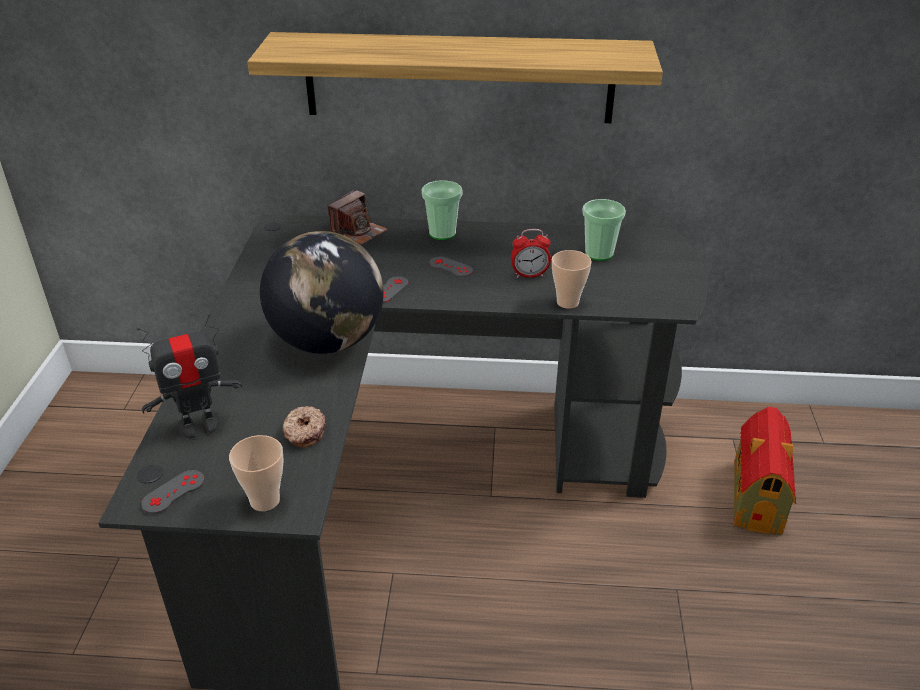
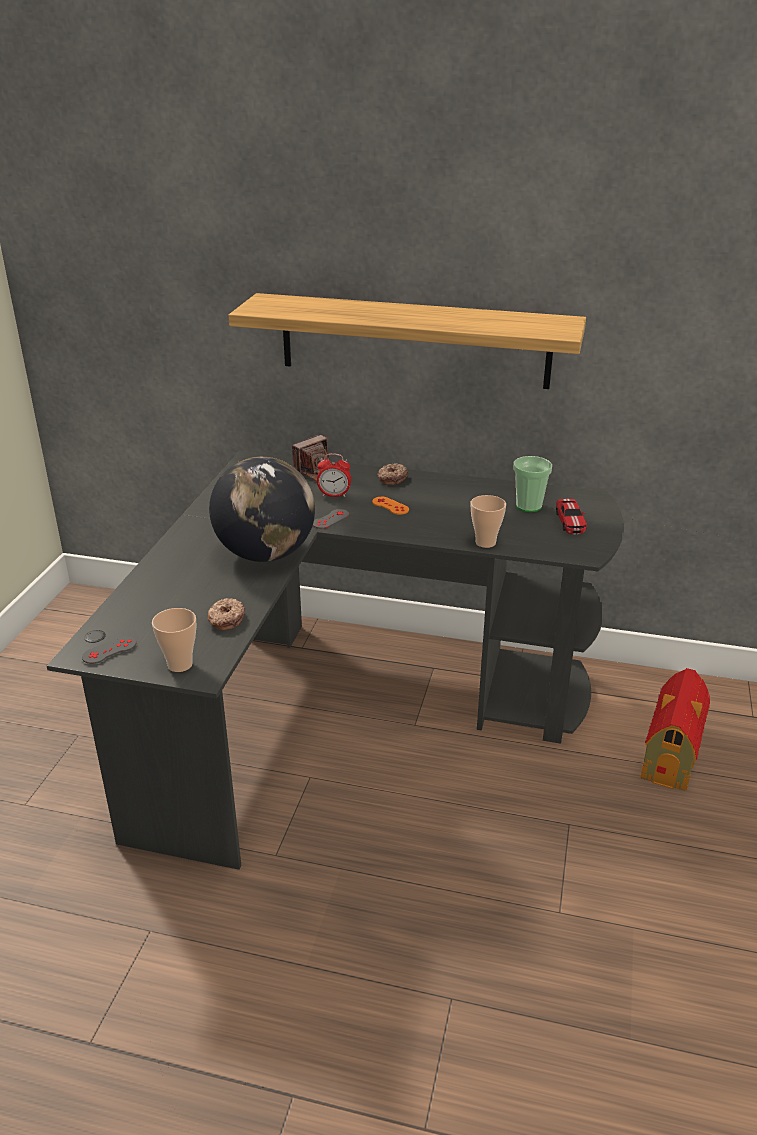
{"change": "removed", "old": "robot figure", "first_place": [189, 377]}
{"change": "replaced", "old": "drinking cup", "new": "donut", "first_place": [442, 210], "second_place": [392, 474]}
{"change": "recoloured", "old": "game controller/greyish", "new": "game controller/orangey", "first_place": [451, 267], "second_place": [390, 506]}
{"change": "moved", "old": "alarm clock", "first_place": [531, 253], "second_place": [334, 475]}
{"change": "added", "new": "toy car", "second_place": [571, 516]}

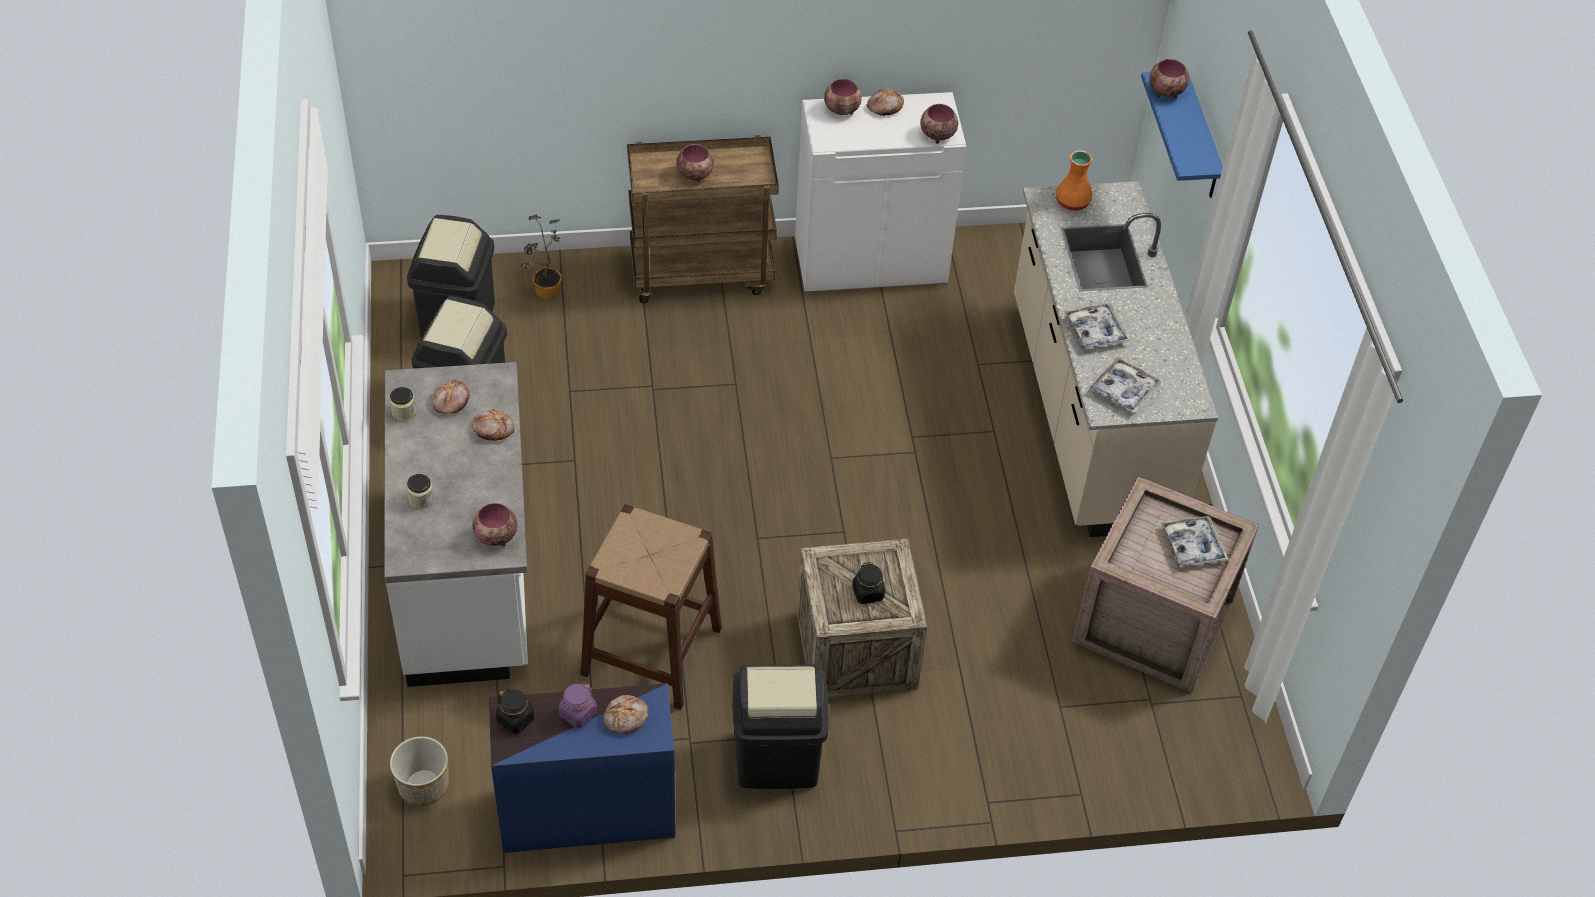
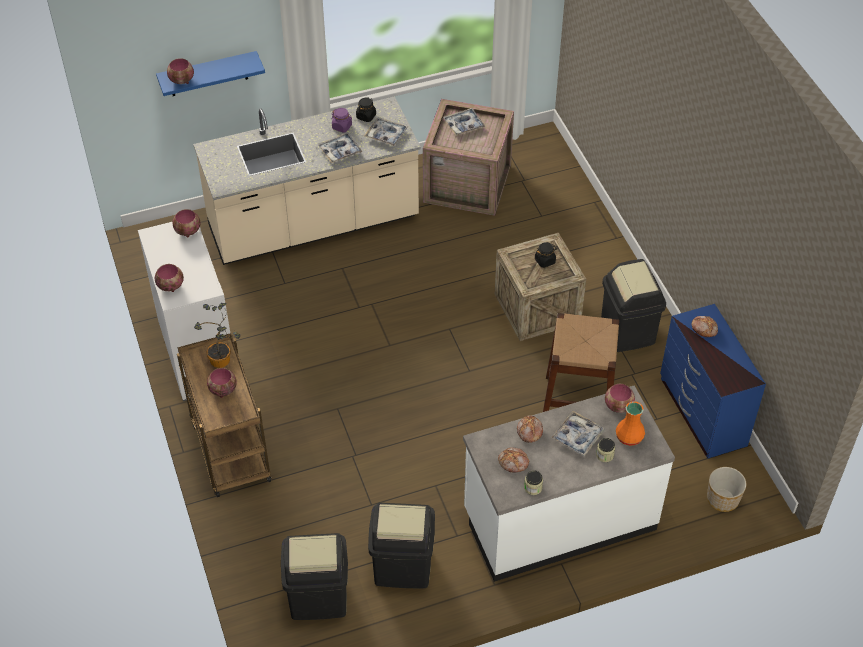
{"change": "moved", "old": "storage jar/blackish", "first_place": [515, 711], "second_place": [366, 109]}
{"change": "moved", "old": "houseplant", "first_place": [541, 257], "second_place": [217, 335]}
{"change": "moved", "old": "storage jar/purplish", "first_place": [578, 705], "second_place": [342, 120]}
{"change": "removed", "old": "baked bread", "first_place": [885, 102]}
{"change": "moved", "old": "flower vase/orangey", "first_place": [1074, 180], "second_place": [630, 423]}
{"change": "added", "new": "tray", "second_place": [578, 433]}

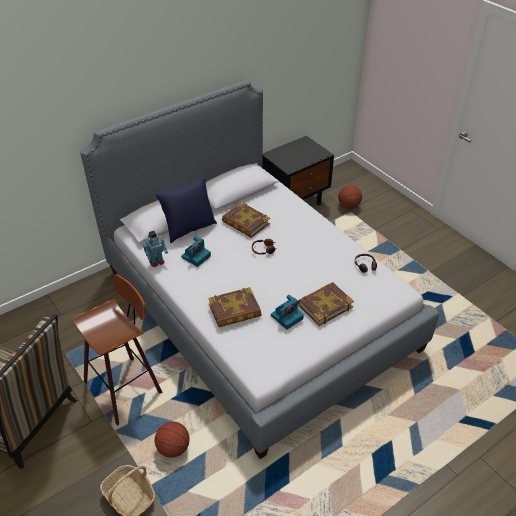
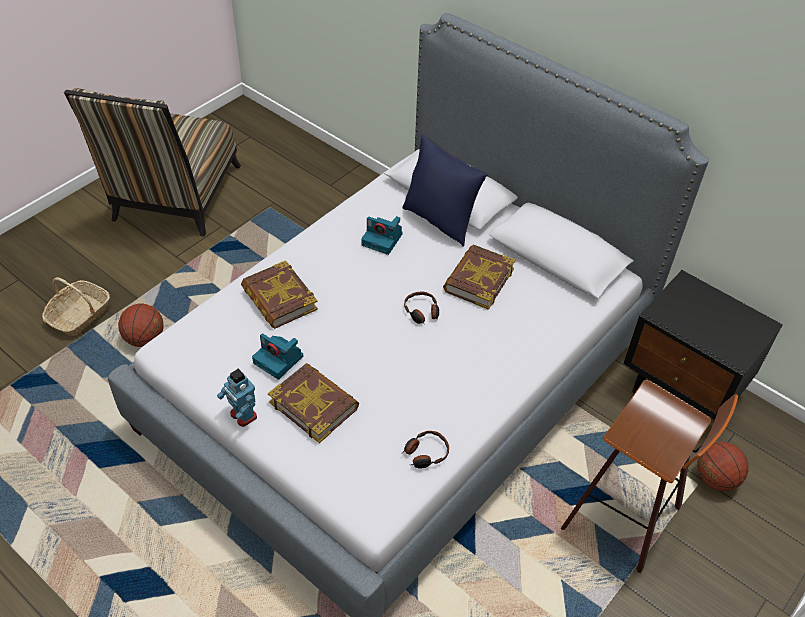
{"change": "moved", "old": "sitting stool", "first_place": [117, 350], "second_place": [649, 476]}
{"change": "moved", "old": "robot figure", "first_place": [155, 249], "second_place": [237, 398]}

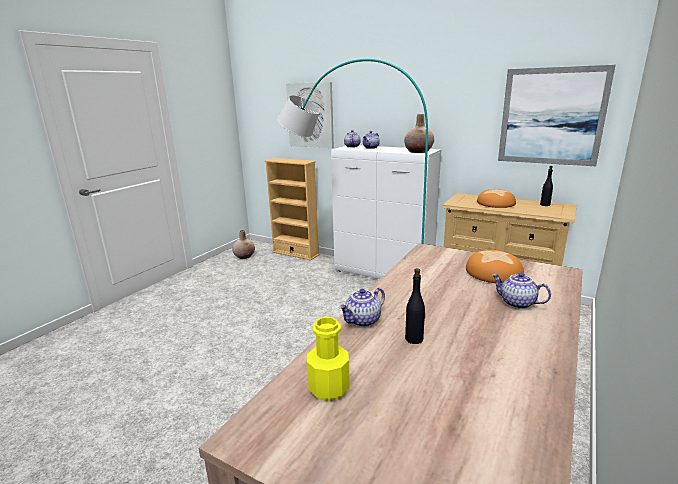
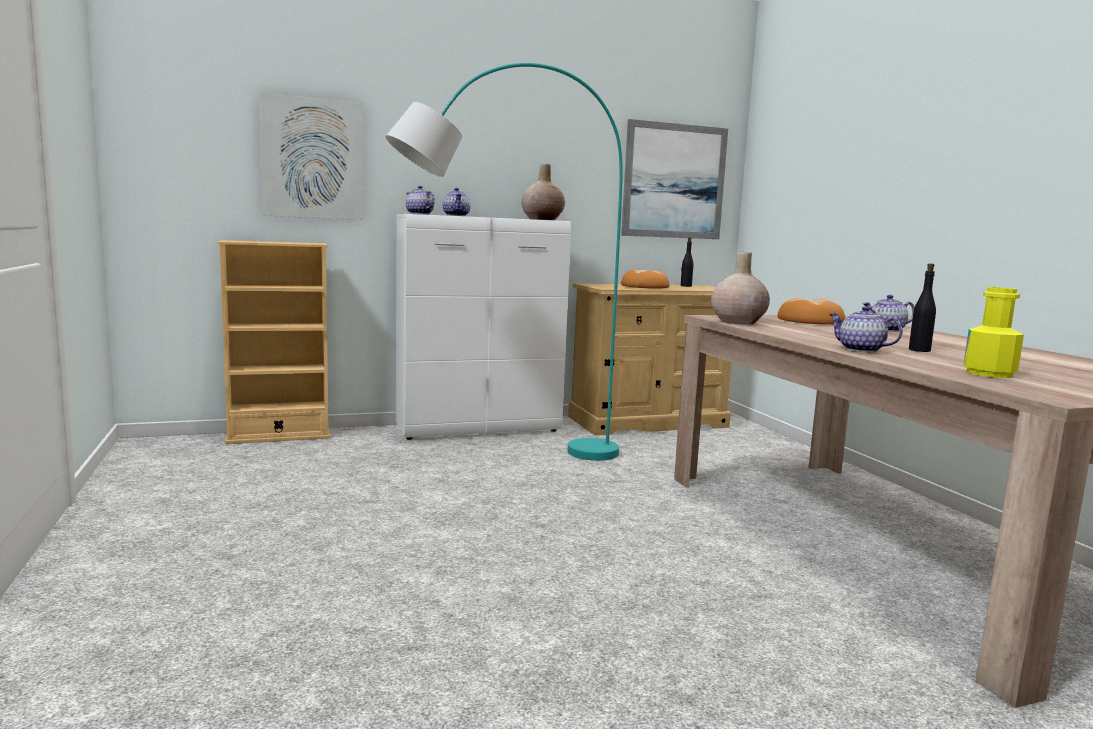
{"change": "moved", "old": "flower vase/sand-coloured", "first_place": [243, 244], "second_place": [740, 288]}
{"change": "turned", "old": "pot for tea", "first_place": [362, 307], "second_place": [866, 329], "degrees": 135}

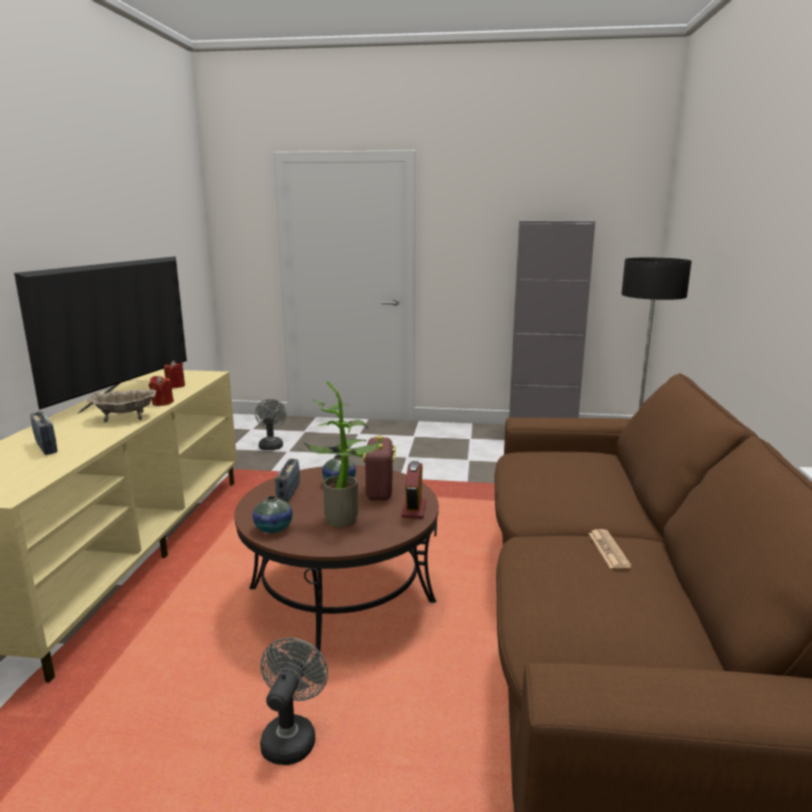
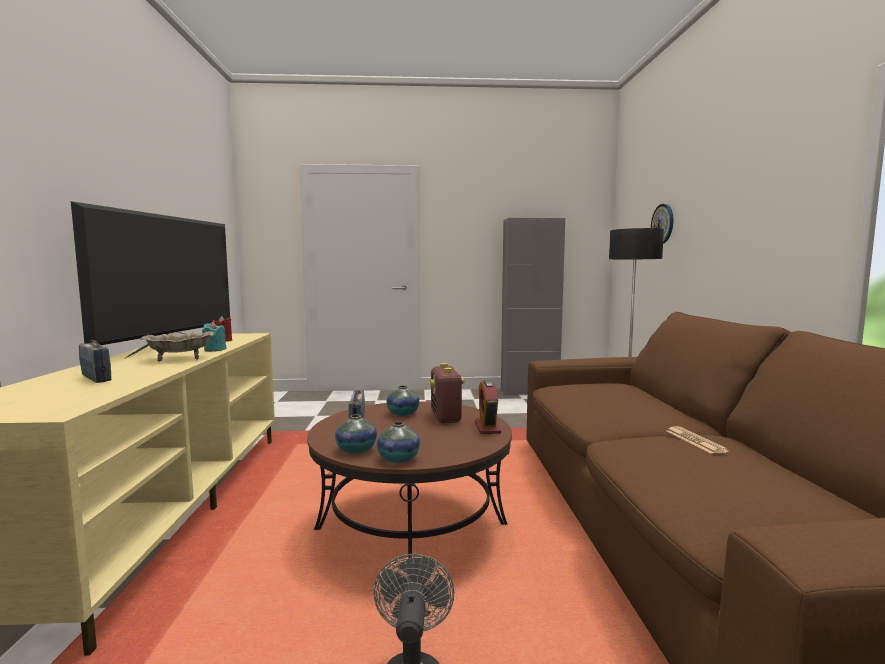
{"change": "recoloured", "old": "wax candle/red-coloured", "new": "wax candle/blue-green", "first_place": [161, 390], "second_place": [214, 337]}
{"change": "removed", "old": "fan/greyish", "first_place": [271, 424]}
{"change": "removed", "old": "houseplant", "first_place": [343, 454]}
{"change": "added", "new": "flower vase", "second_place": [398, 442]}
{"change": "added", "new": "clock on the wall", "second_place": [662, 224]}

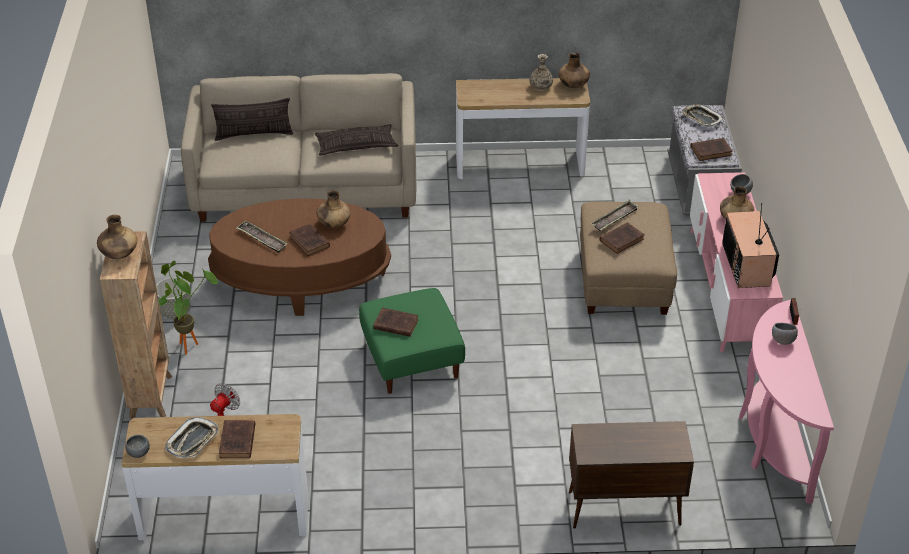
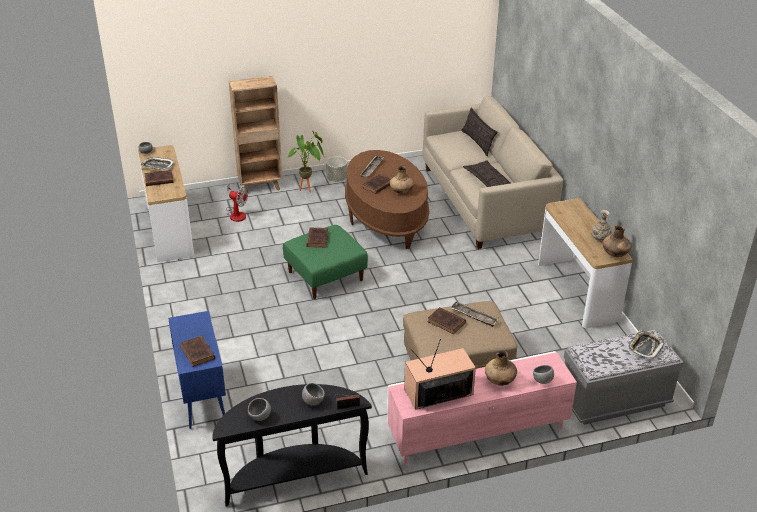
{"change": "removed", "old": "flower vase/brown", "first_place": [117, 237]}
{"change": "recoloured", "old": "cupboard/brown", "new": "cupboard/bluish", "first_place": [631, 475], "second_place": [197, 370]}
{"change": "moved", "old": "book/brown", "first_place": [712, 149], "second_place": [197, 351]}
{"change": "recoloured", "old": "narrow table/pinkish", "new": "narrow table/blackish", "first_place": [786, 402], "second_place": [292, 445]}
{"change": "added", "new": "bowl/greyish", "second_place": [259, 409]}

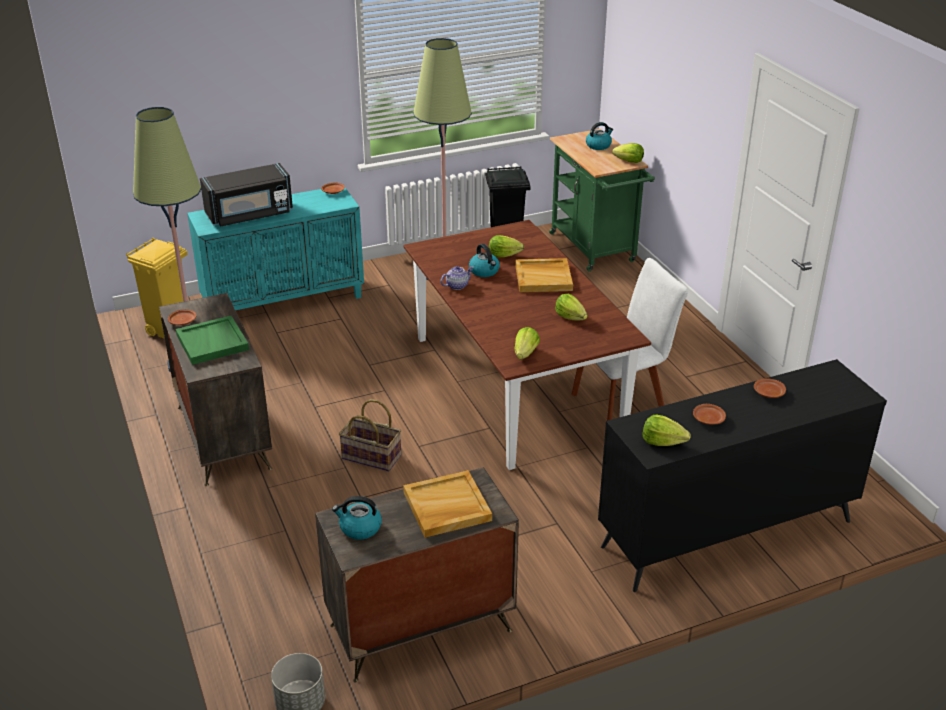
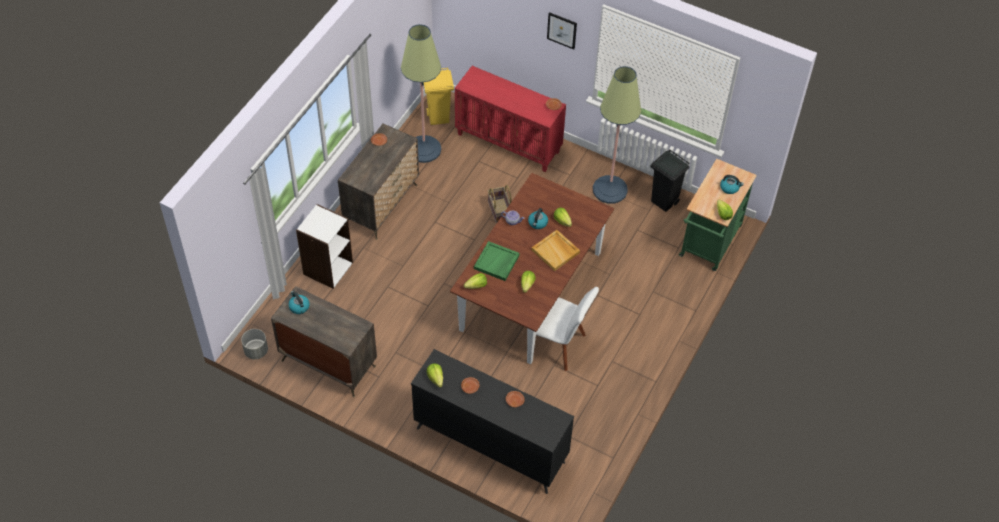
{"change": "moved", "old": "tray/green", "first_place": [212, 340], "second_place": [497, 261]}
{"change": "recoloured", "old": "cupboard/blue-green", "new": "cupboard/red-coloured", "first_place": [275, 249], "second_place": [510, 119]}
{"change": "removed", "old": "microwave/blackish", "first_place": [246, 194]}
{"change": "moved", "old": "basket", "first_place": [370, 435], "second_place": [499, 204]}
{"change": "removed", "old": "tray/sand-coloured", "first_place": [447, 504]}
{"change": "added", "new": "shelving unit/white-coloured", "second_place": [324, 246]}
{"change": "added", "new": "picture", "second_place": [562, 31]}

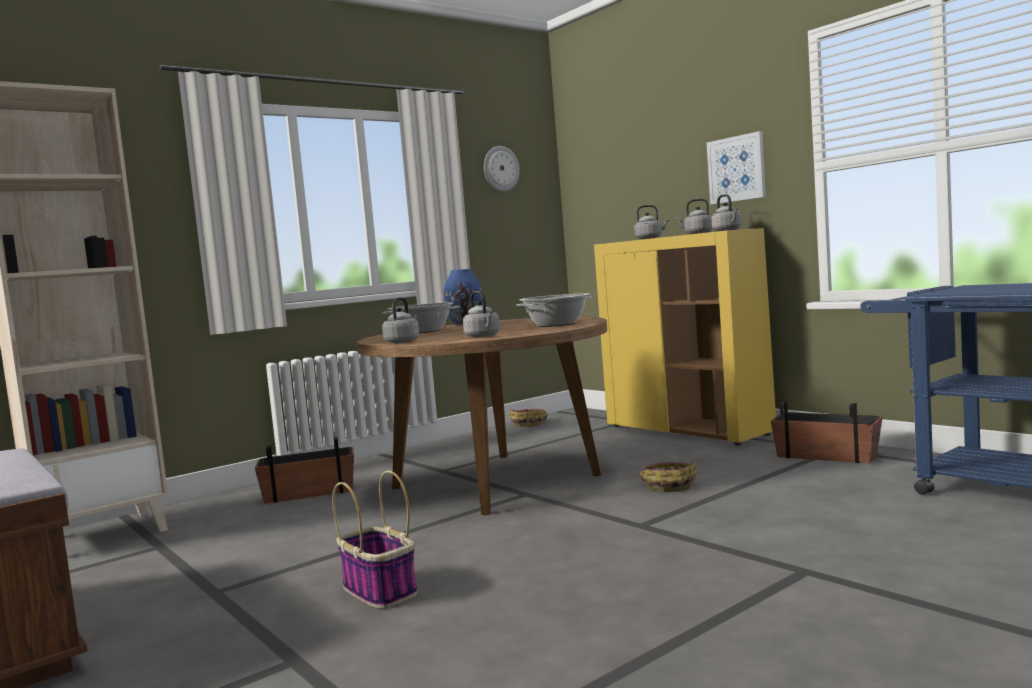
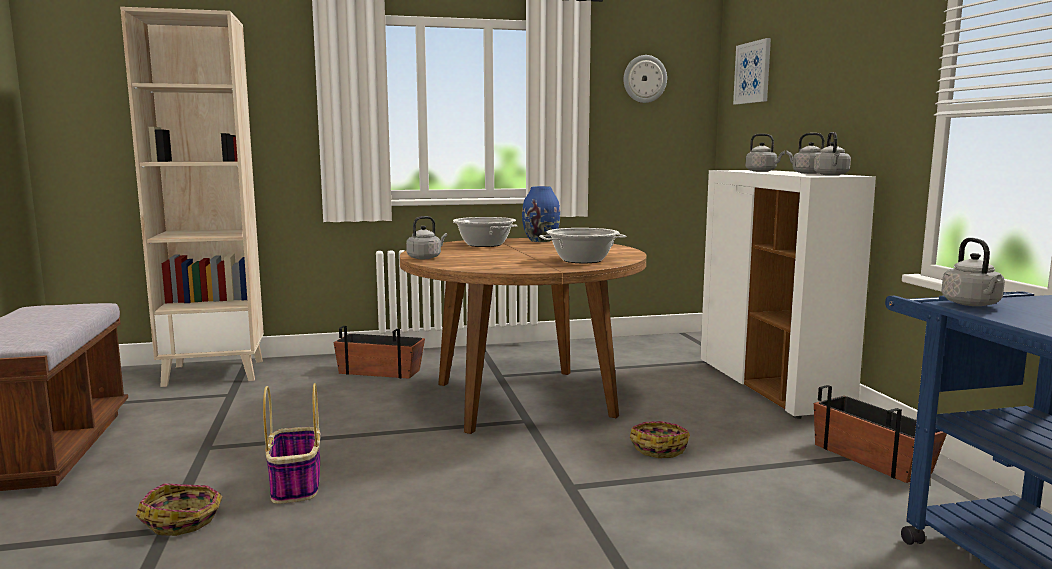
{"change": "moved", "old": "kettle/greyish", "first_place": [481, 314], "second_place": [973, 272]}
{"change": "moved", "old": "basket", "first_place": [528, 418], "second_place": [179, 509]}
{"change": "recoloured", "old": "cupboard/yellowish", "new": "cupboard/white-coloured", "first_place": [685, 337], "second_place": [788, 294]}
{"change": "moved", "old": "picture", "first_place": [736, 168], "second_place": [752, 71]}

